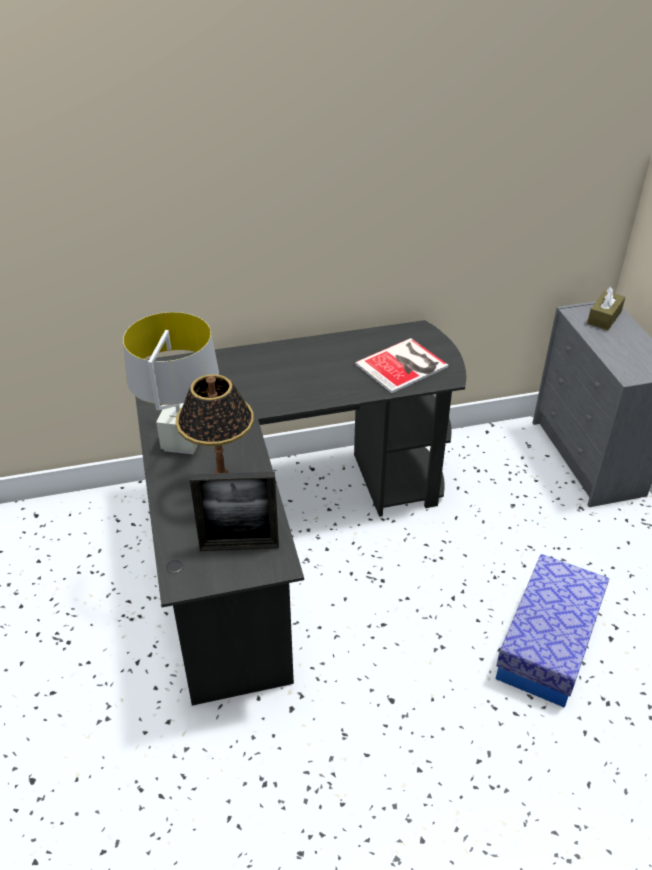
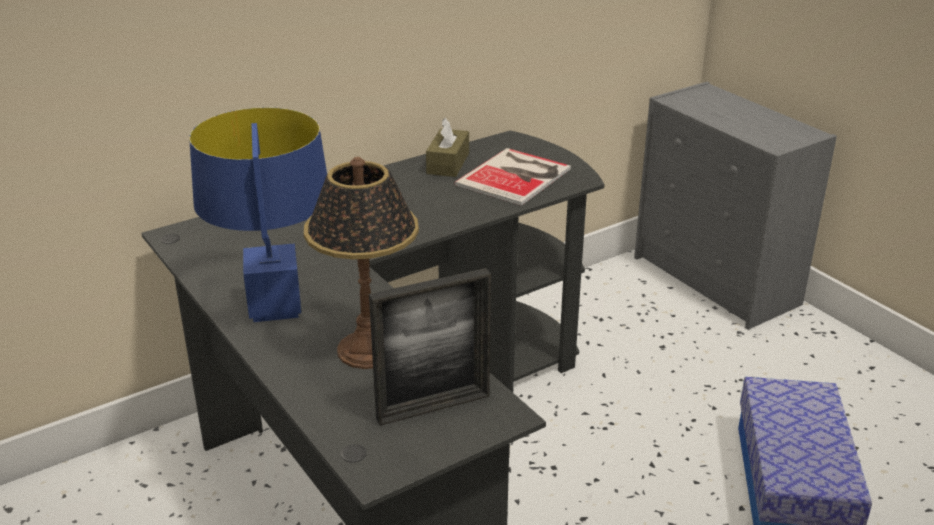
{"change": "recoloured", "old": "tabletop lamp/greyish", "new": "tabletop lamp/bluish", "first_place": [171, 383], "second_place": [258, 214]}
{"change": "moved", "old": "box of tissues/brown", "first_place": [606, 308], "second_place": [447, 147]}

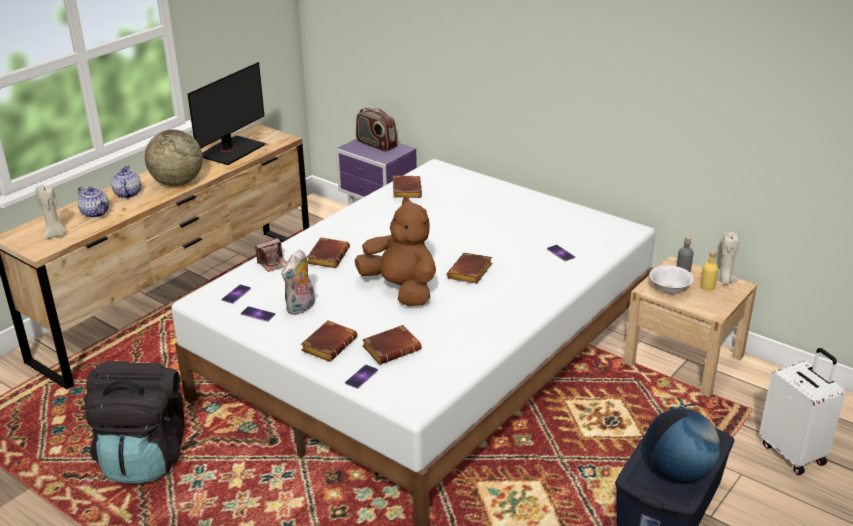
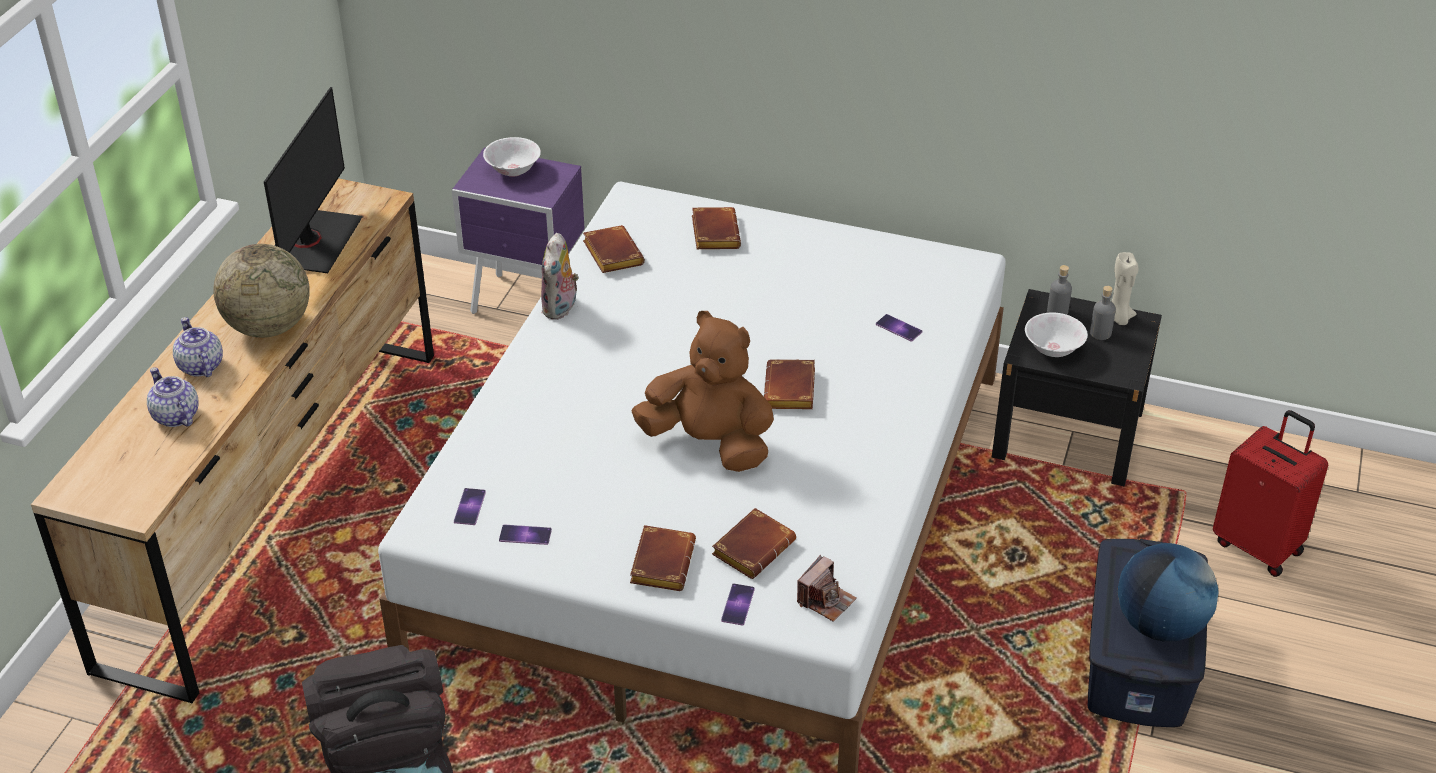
{"change": "removed", "old": "wax candle/sand-coloured", "first_place": [51, 212]}
{"change": "turned", "old": "pot for tea", "first_place": [93, 202], "second_place": [173, 397], "degrees": -150}
{"change": "moved", "old": "photo camera", "first_place": [271, 255], "second_place": [827, 588]}
{"change": "moved", "old": "soft toy", "first_place": [298, 282], "second_place": [560, 276]}
{"change": "moved", "old": "book/brown", "first_place": [328, 252], "second_place": [716, 228]}
{"change": "replaced", "old": "radio set", "new": "bowl/white-coloured", "first_place": [377, 130], "second_place": [512, 157]}
{"change": "recoloured", "old": "night table/sand-coloured", "new": "night table/blackish", "first_place": [690, 326], "second_place": [1077, 387]}
{"change": "recoloured", "old": "bottle/yellowish", "new": "bottle/greyish", "first_place": [709, 271], "second_place": [1103, 313]}
{"change": "recoloured", "old": "piece of luggage/white-coloured", "new": "piece of luggage/red-coloured", "first_place": [802, 411], "second_place": [1270, 493]}

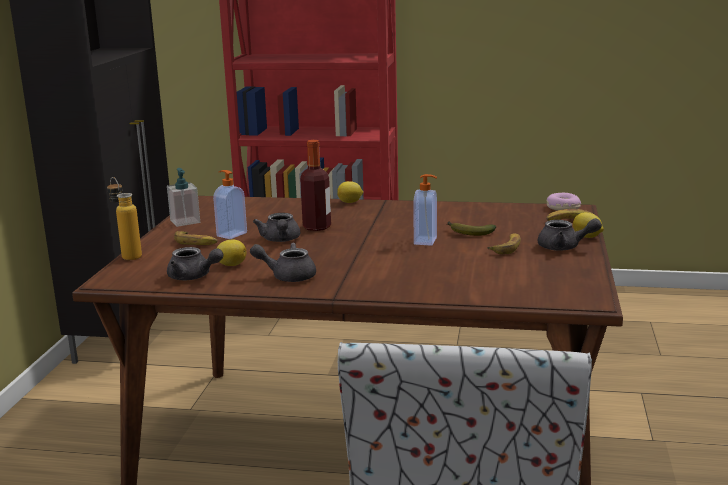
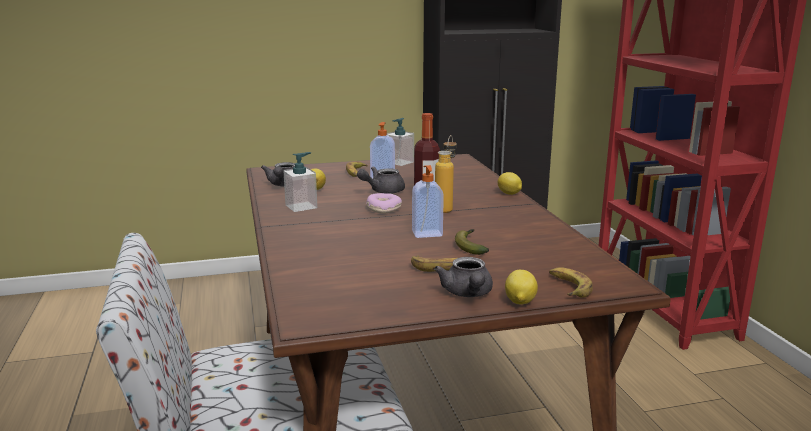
{"change": "moved", "old": "bottle", "first_place": [124, 218], "second_place": [446, 174]}
{"change": "replaced", "old": "pot for tea/greyish", "new": "liquid soap bottle", "first_place": [283, 262], "second_place": [300, 182]}
{"change": "moved", "old": "donut", "first_place": [564, 202], "second_place": [384, 203]}

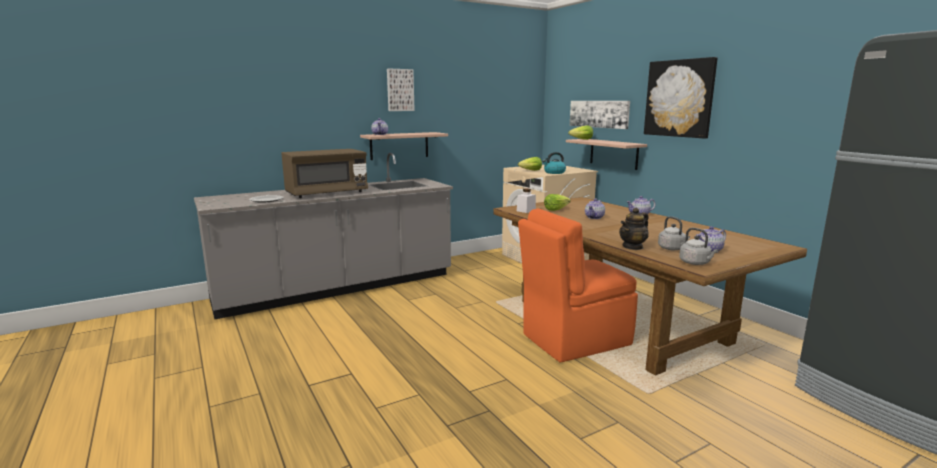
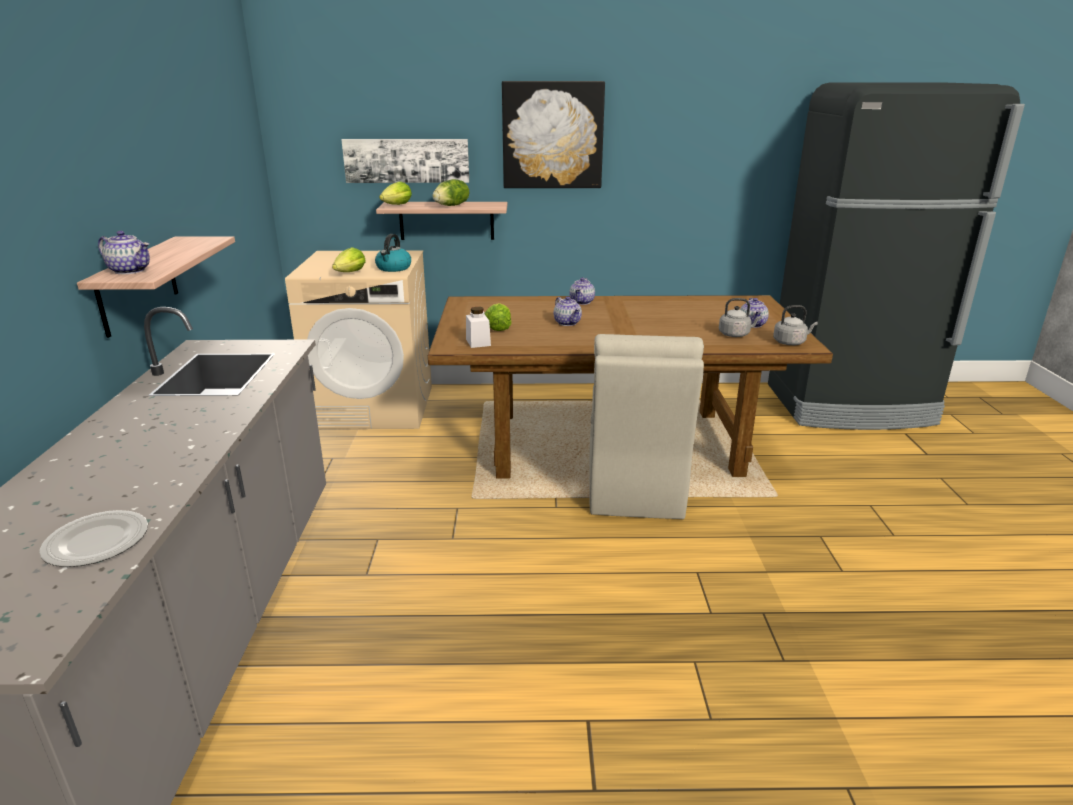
{"change": "removed", "old": "microwave/brown", "first_place": [324, 173]}
{"change": "removed", "old": "picture", "first_place": [401, 89]}
{"change": "recoloured", "old": "upright chair/orangey", "new": "upright chair/sand-coloured", "first_place": [578, 285], "second_place": [646, 426]}
{"change": "removed", "old": "pot for tea", "first_place": [634, 229]}
{"change": "added", "new": "lettuce head", "second_place": [450, 192]}

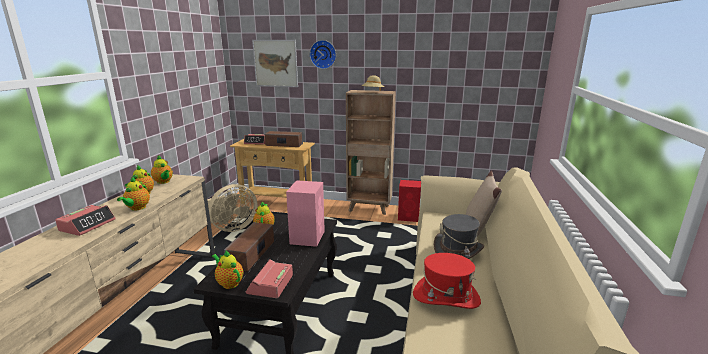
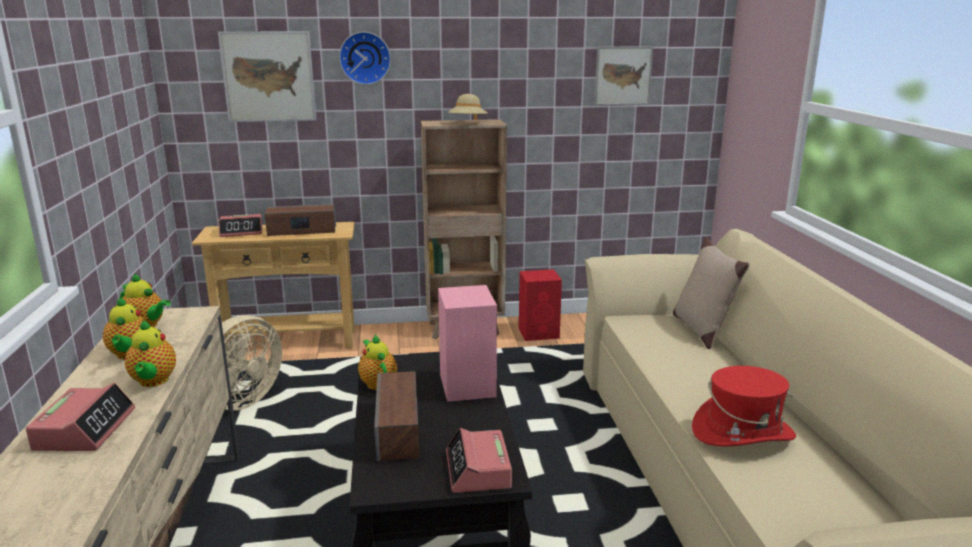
{"change": "removed", "old": "pot for tea", "first_place": [227, 269]}
{"change": "removed", "old": "hat/greyish", "first_place": [459, 236]}
{"change": "added", "new": "picture", "second_place": [623, 75]}

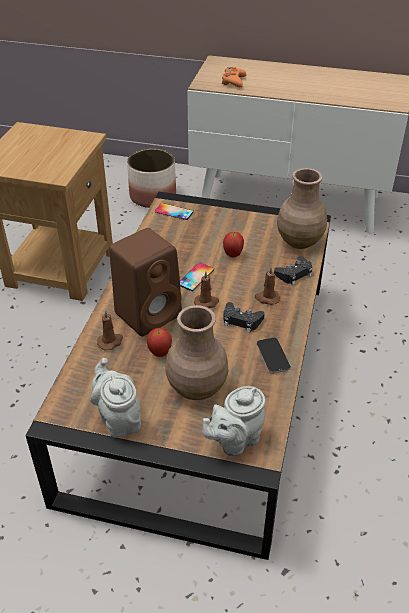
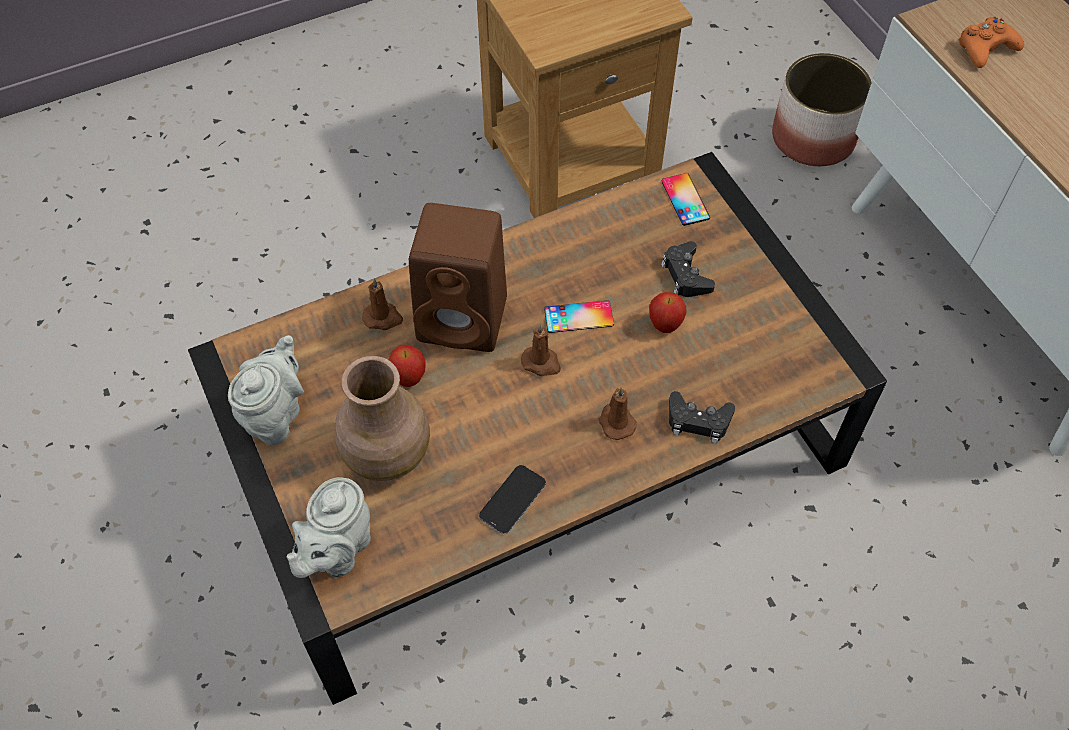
{"change": "turned", "old": "pot for tea/greyish", "first_place": [234, 421], "second_place": [329, 527], "degrees": -75}
{"change": "moved", "old": "game controller/blackish", "first_place": [244, 317], "second_place": [688, 269]}
{"change": "removed", "old": "flower vase/brown", "first_place": [302, 208]}

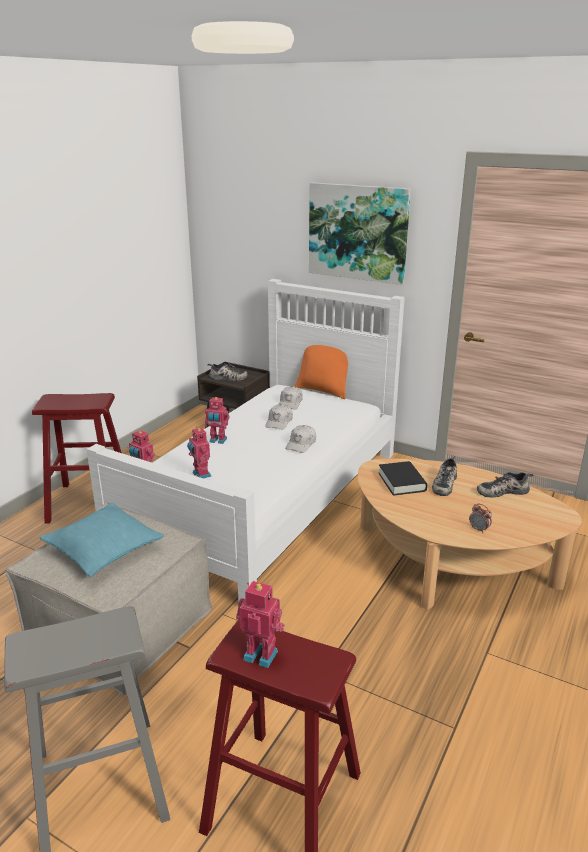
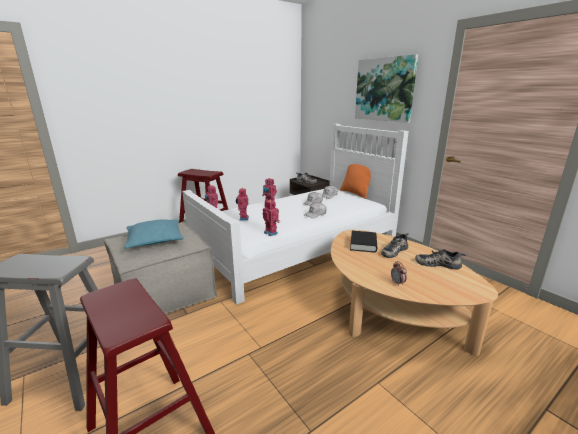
{"change": "moved", "old": "robot figure", "first_place": [260, 624], "second_place": [271, 218]}

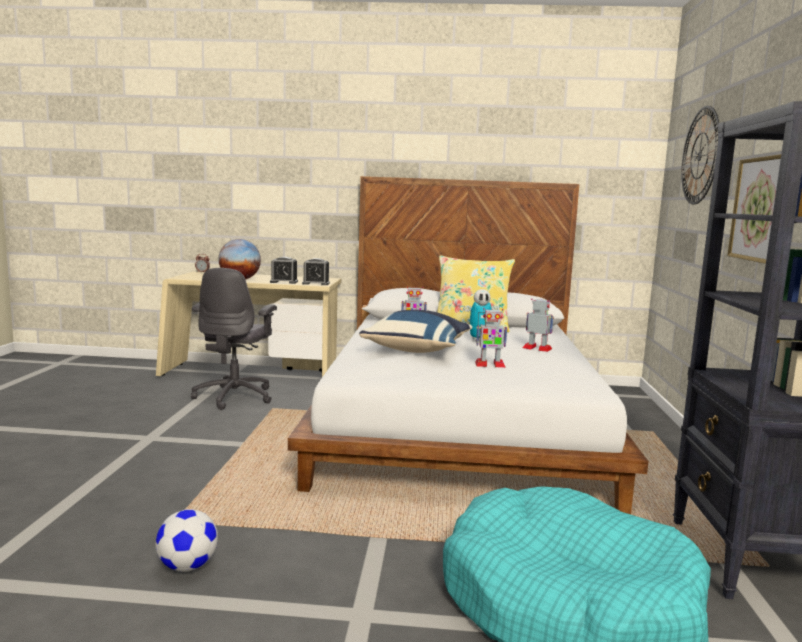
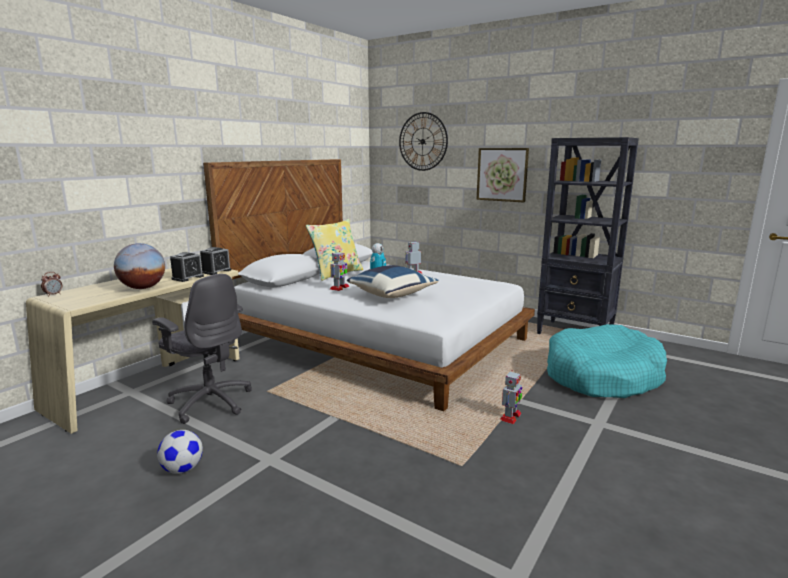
{"change": "moved", "old": "football", "first_place": [187, 540], "second_place": [180, 452]}
{"change": "moved", "old": "robot figure", "first_place": [491, 338], "second_place": [511, 397]}

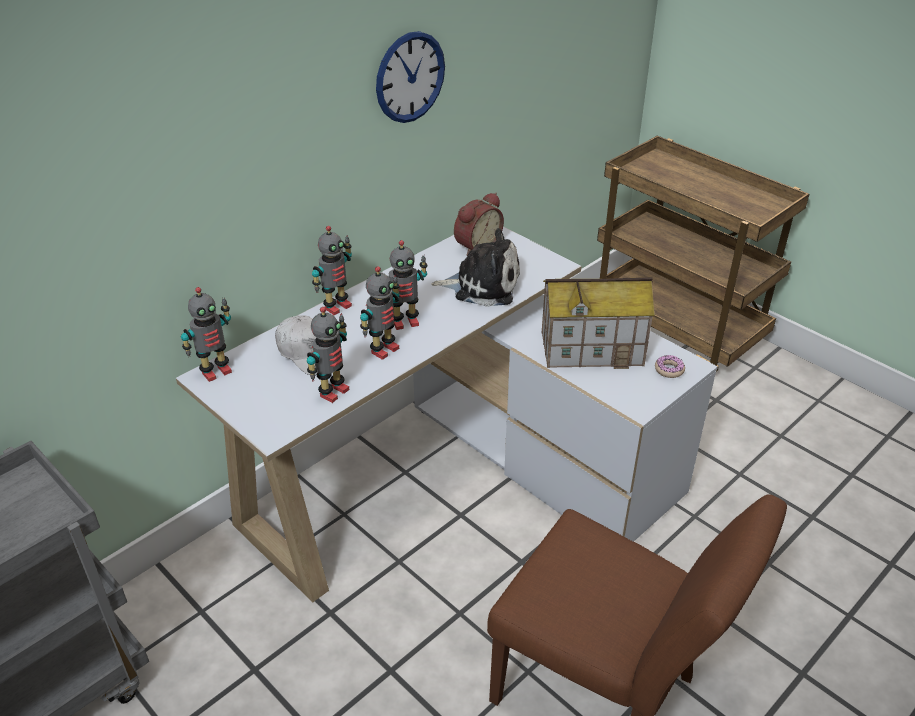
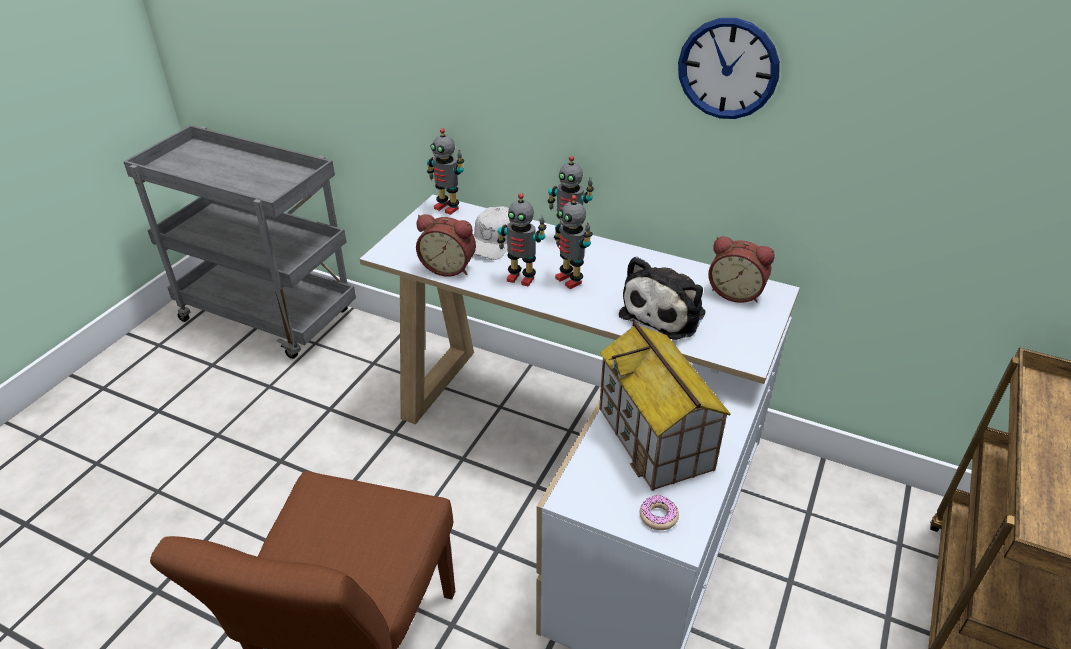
{"change": "replaced", "old": "robot figure", "new": "alarm clock", "first_place": [328, 355], "second_place": [446, 245]}
{"change": "turned", "old": "soft toy", "first_place": [475, 267], "second_place": [662, 298], "degrees": 45}

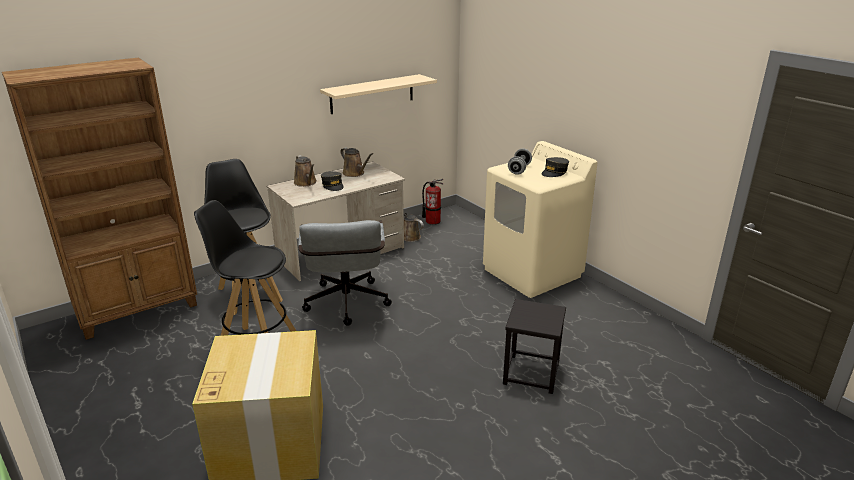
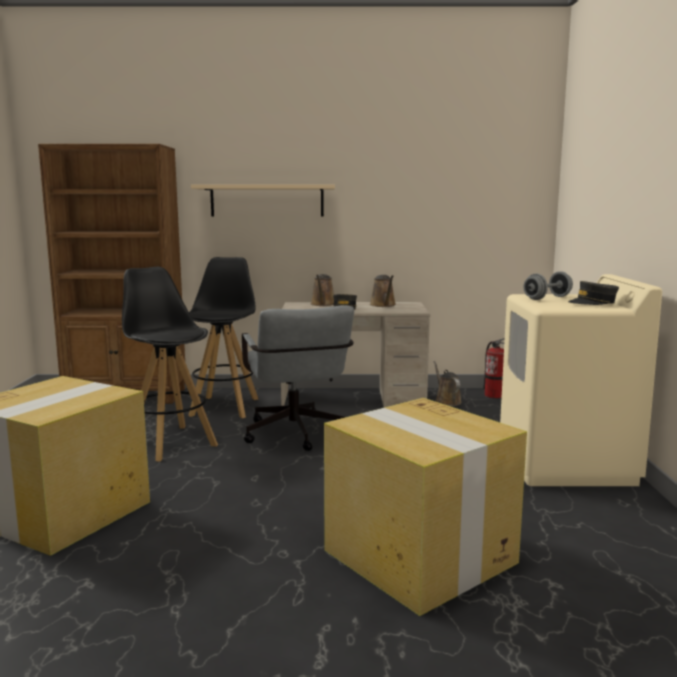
{"change": "turned", "old": "desk chair/greyish", "first_place": [345, 273], "second_place": [298, 378], "degrees": -45}
{"change": "moved", "old": "bracket shelf/sand-coloured", "first_place": [378, 94], "second_place": [263, 200]}
{"change": "replaced", "old": "sitting stool/blackish", "new": "packing box", "first_place": [534, 346], "second_place": [425, 507]}

